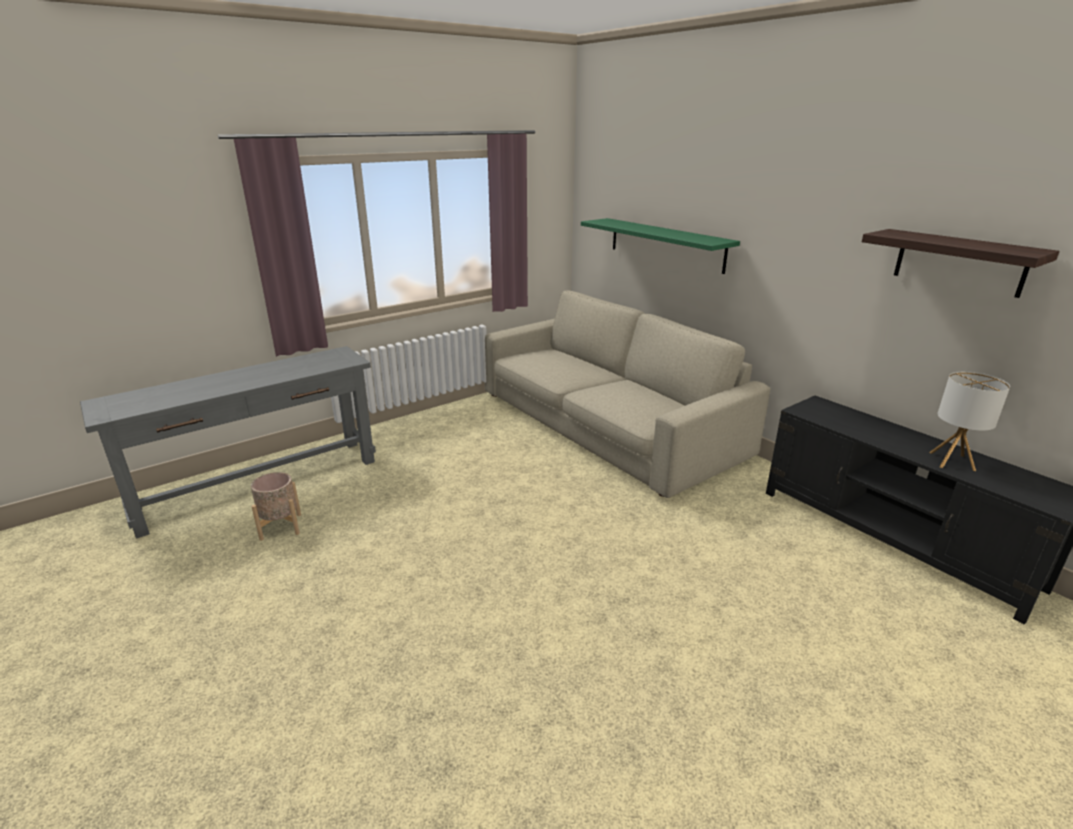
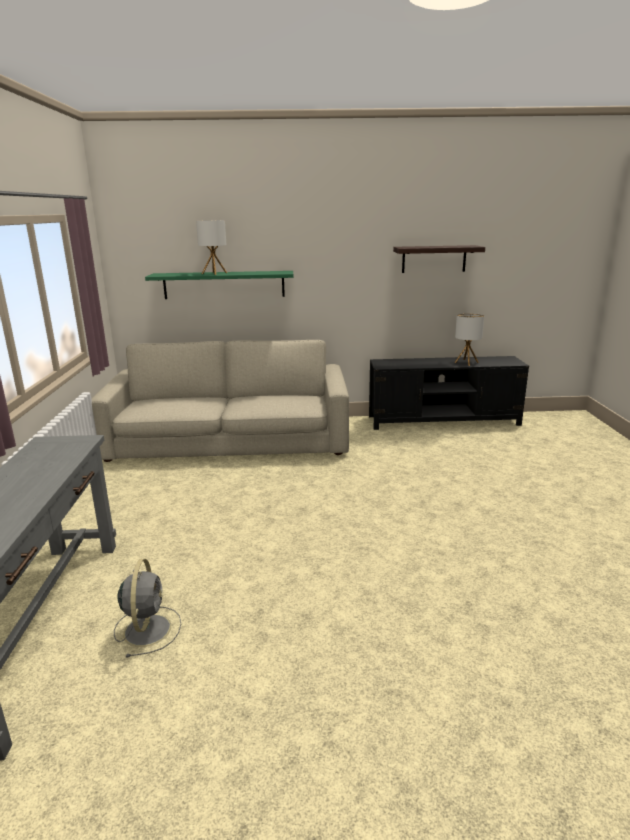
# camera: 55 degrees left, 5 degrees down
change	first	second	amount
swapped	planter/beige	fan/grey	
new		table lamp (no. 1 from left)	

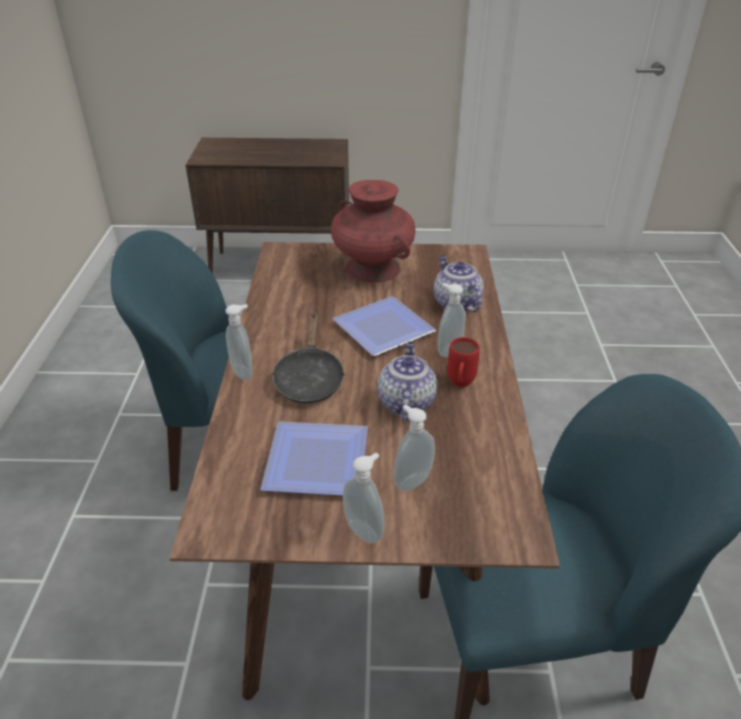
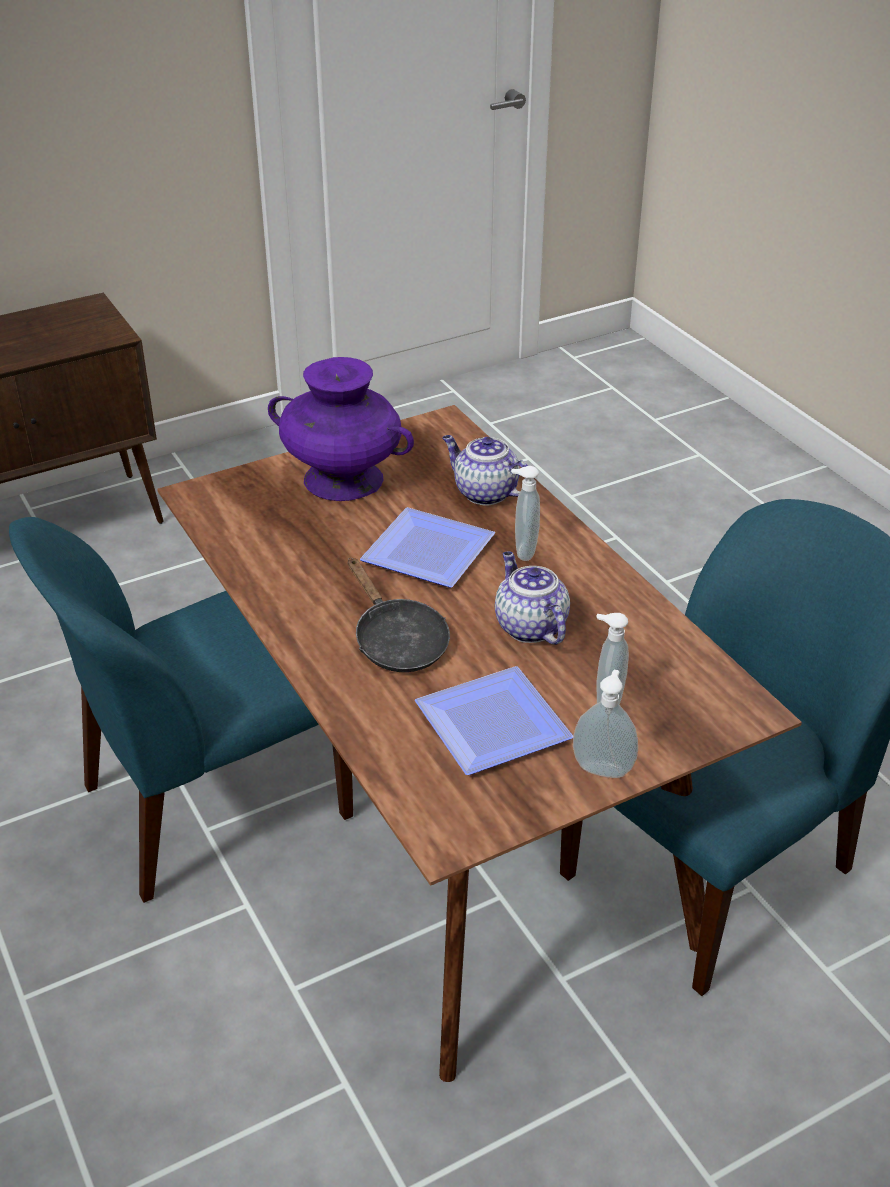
# camera: 30 degrees left, 0 degrees up
change	first	second	amount
repainted	vase/red	vase/purple	
gone	soap dispenser (no. 1 from left)		
gone	mug/red		

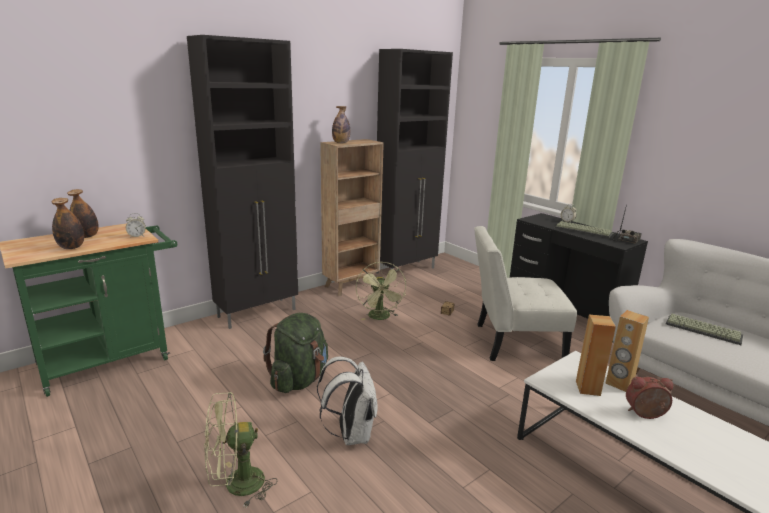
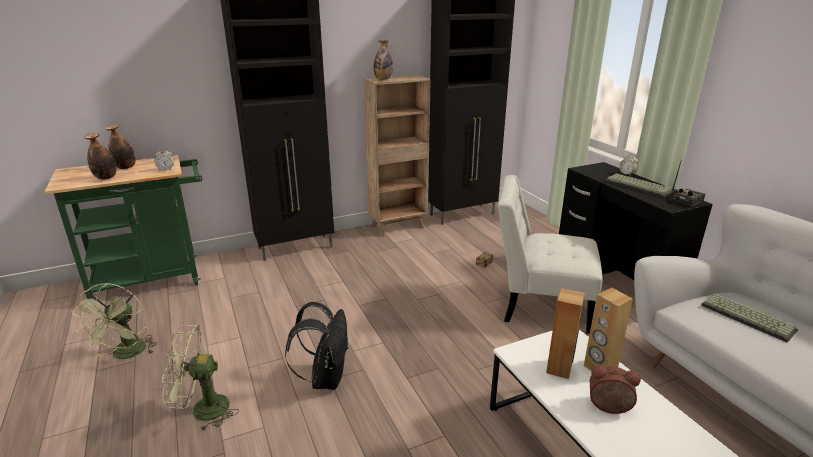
# camera: 15 degrees right, 5 degrees up
change	first	second	amount
shifted	fan/green (no. 2 from left in the first image)	fan/green (no. 1 from left)	
repainted	backpack/white	backpack/black	
gone	backpack/green		

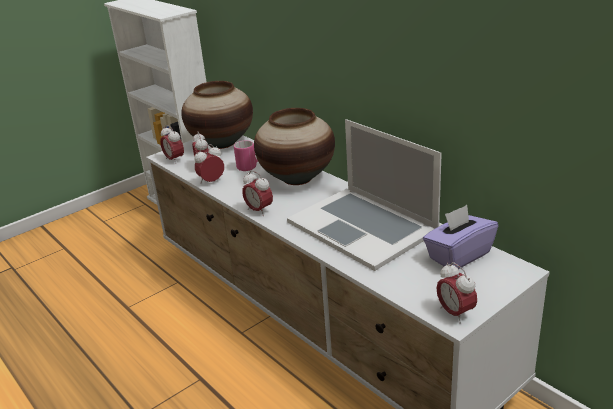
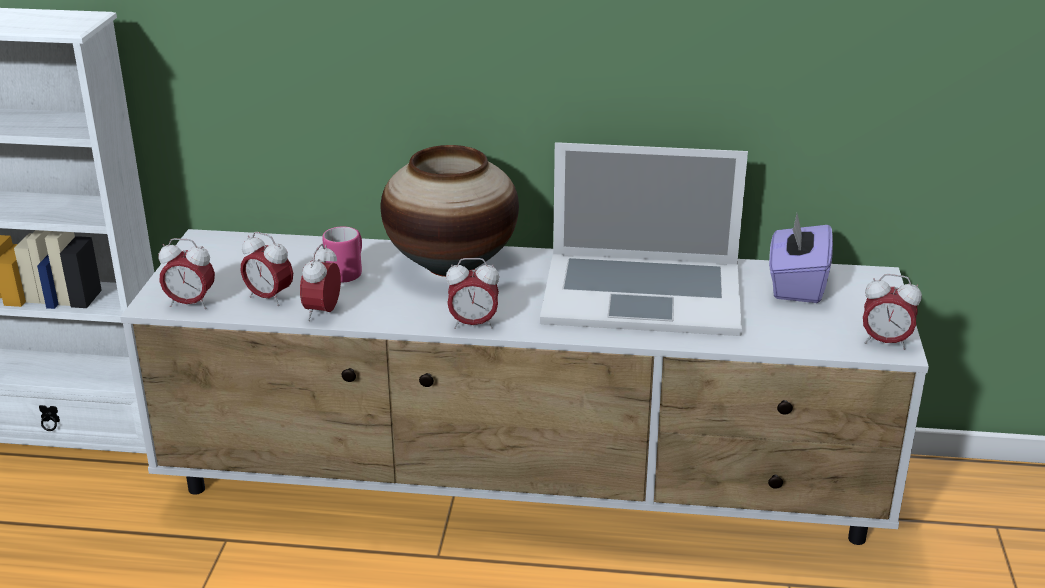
# camera: 45 degrees left, 0 degrees up
change	first	second	amount
gone	vase (no. 1 from left)		

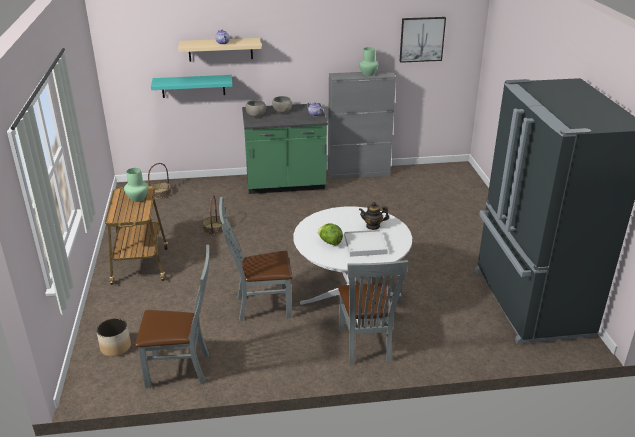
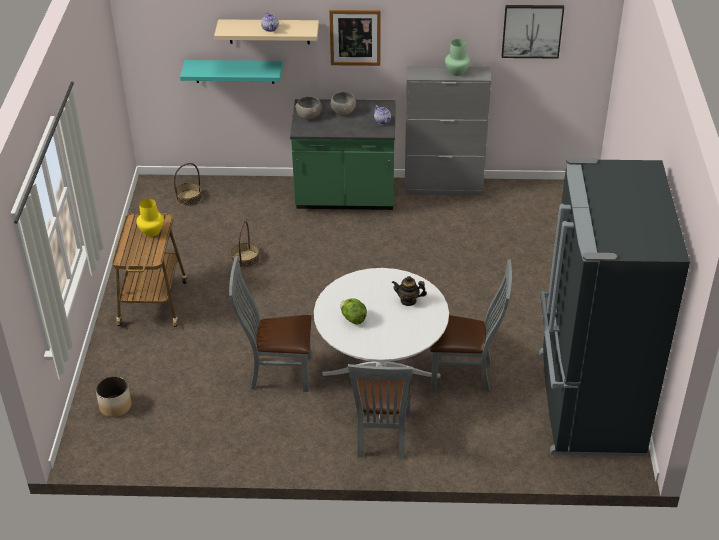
# camera: 10 degrees right, 10 degrees up
change	first	second	amount
repainted	vase/green (no. 1 from left)	vase/yellow	
new		picture (no. 1 from left)	
shifted	chair/grey (no. 1 from left in the first image)	chair/grey (no. 3 from left)	
gone	tray/white		

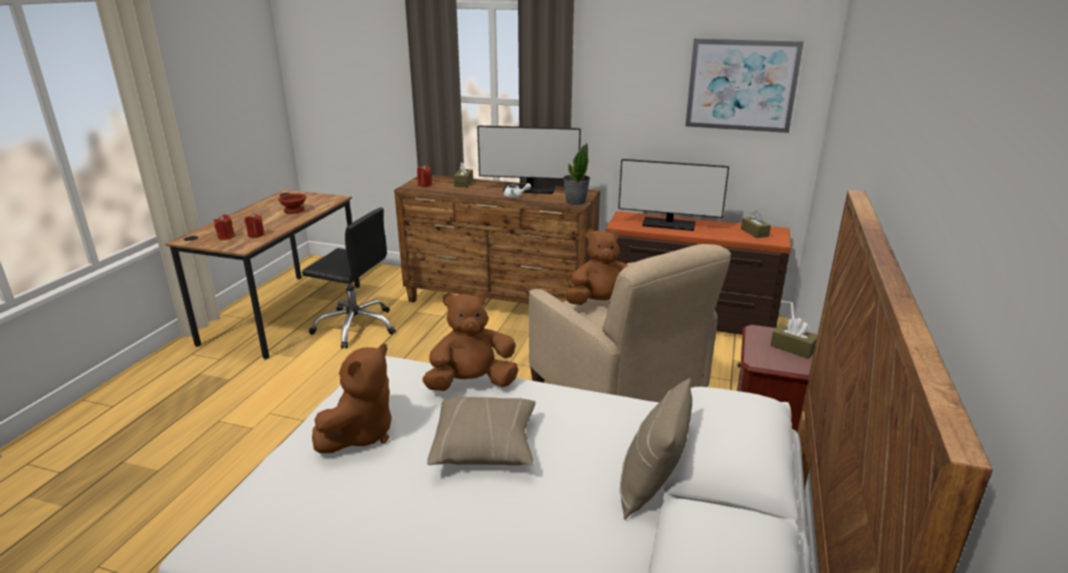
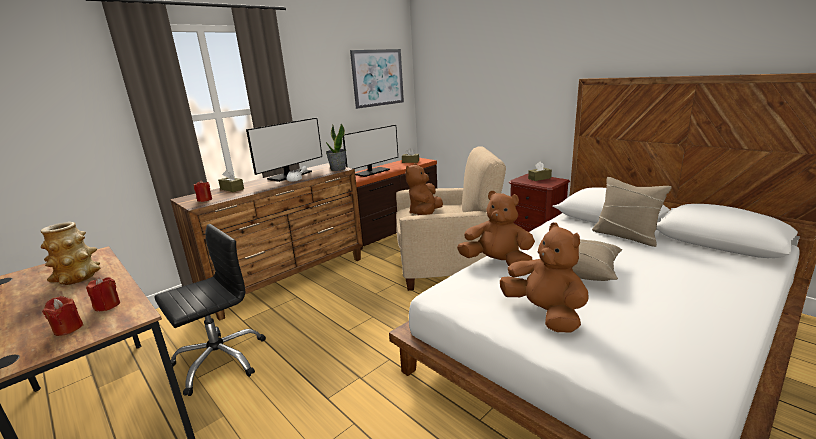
# camera: 60 degrees left, 5 degrees down
change	first	second	amount
swapped	bowl/brown	vase	
rotated	plush toy/brown (no. 2 from left)		105 degrees clockwise

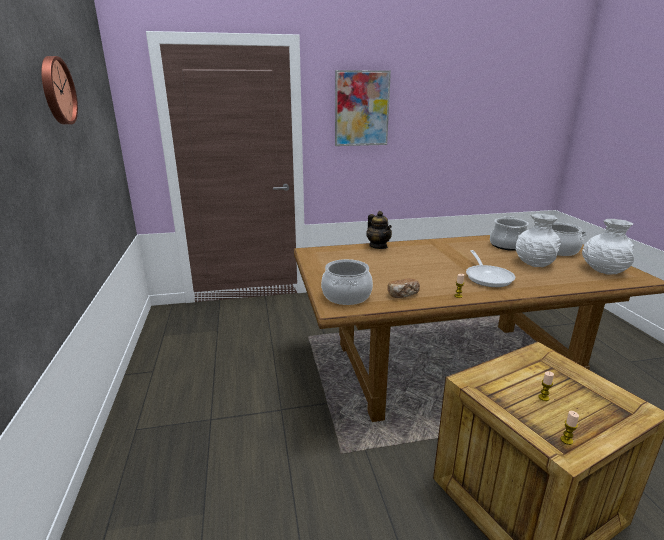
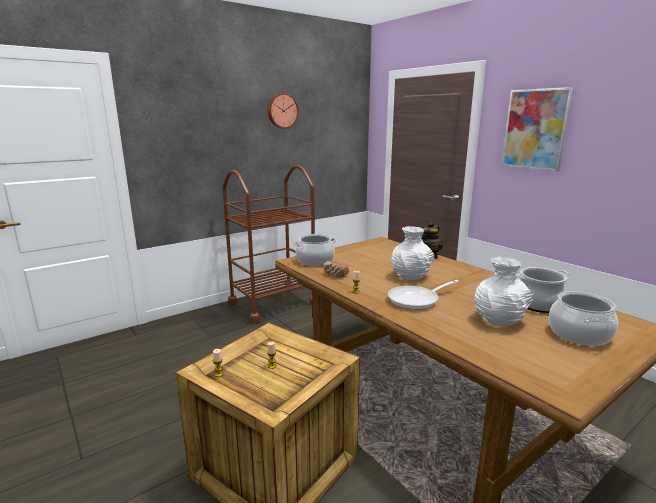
# camera: 65 degrees right, 5 degrees down
change	first	second	amount
new		cart/brown	
shifted	vase/white (no. 2 from left in the first image)	vase/white (no. 1 from left)	

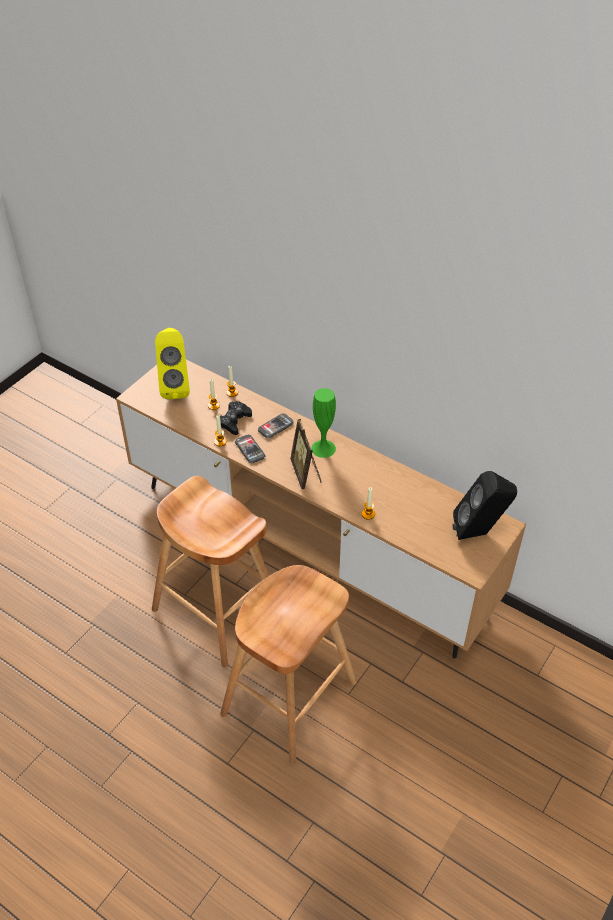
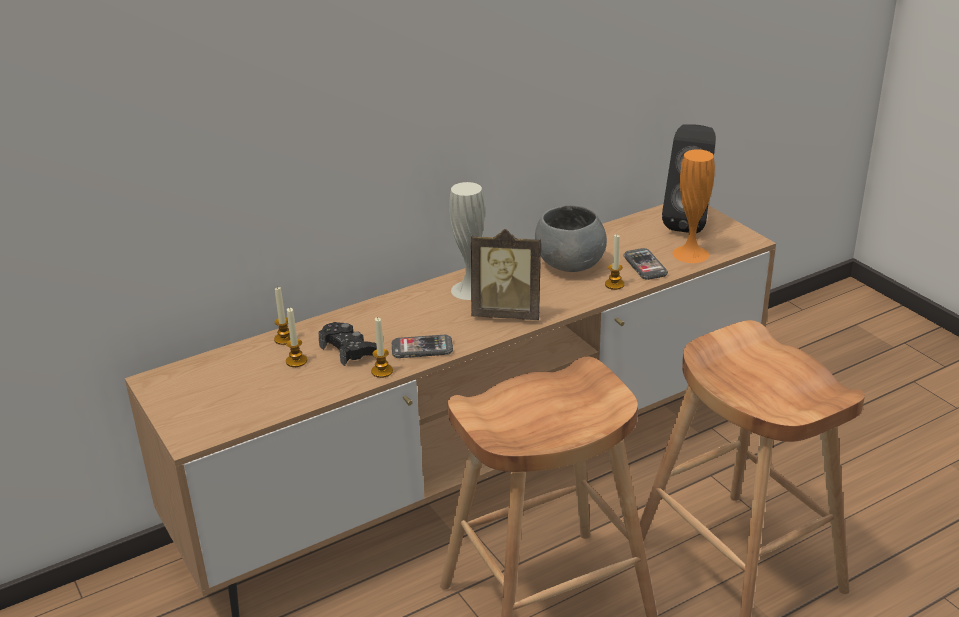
# camera: 65 degrees left, 15 degrees down
change	first	second	amount
repainted	vase/green	vase/white	
new		bowl/grey	
shifted	phone (no. 2 from left)		
new		vase/orange	
gone	speaker/yellow		

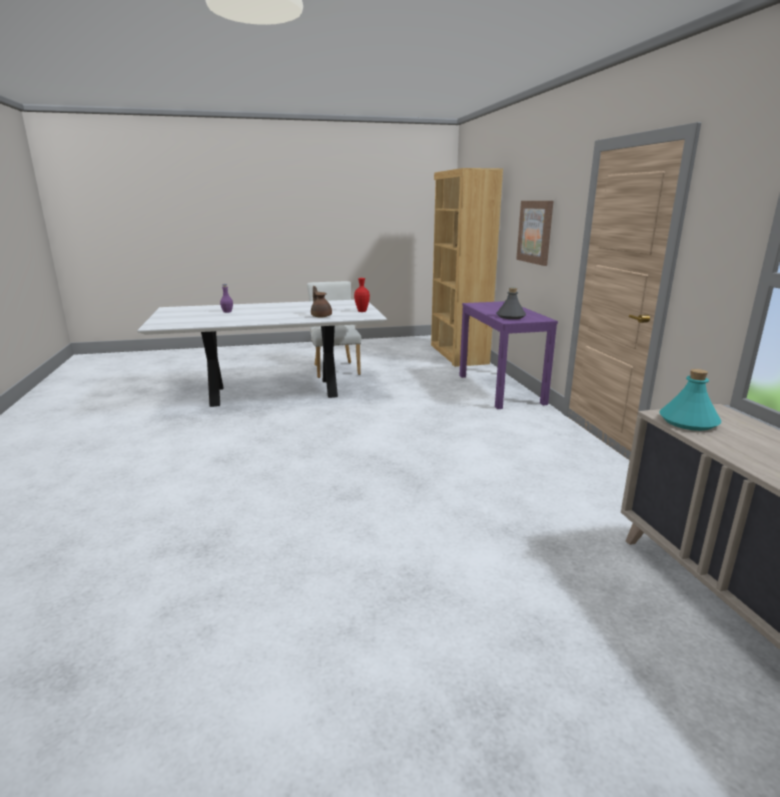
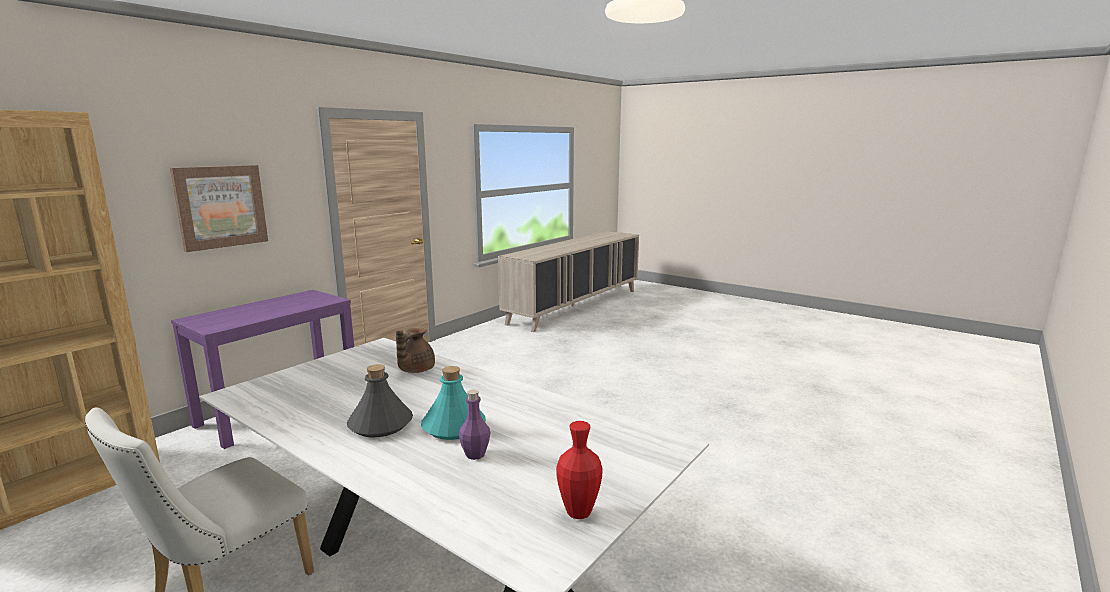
# camera: 130 degrees left, 5 degrees down
change	first	second	amount
shifted	bottle/grey		
shifted	bottle/turquoise		
shifted	vase/red		

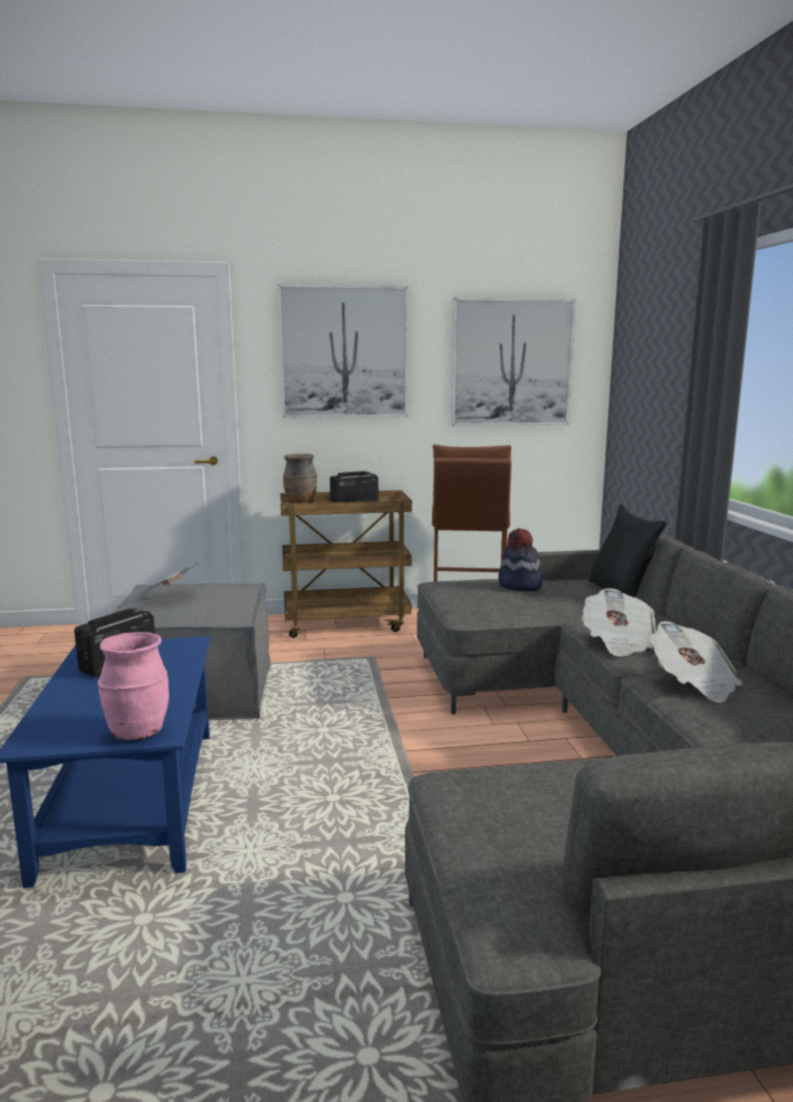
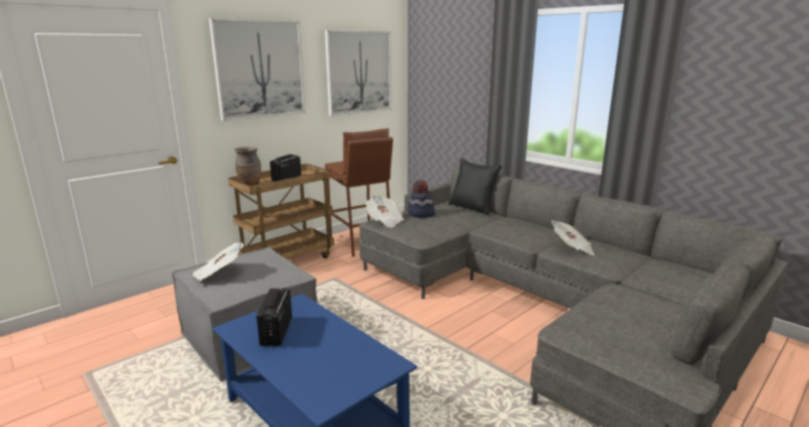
# camera: 35 degrees left, 5 degrees up
change	first	second	amount
shifted	newspaper (no. 2 from left)		
gone	vase/pink		

